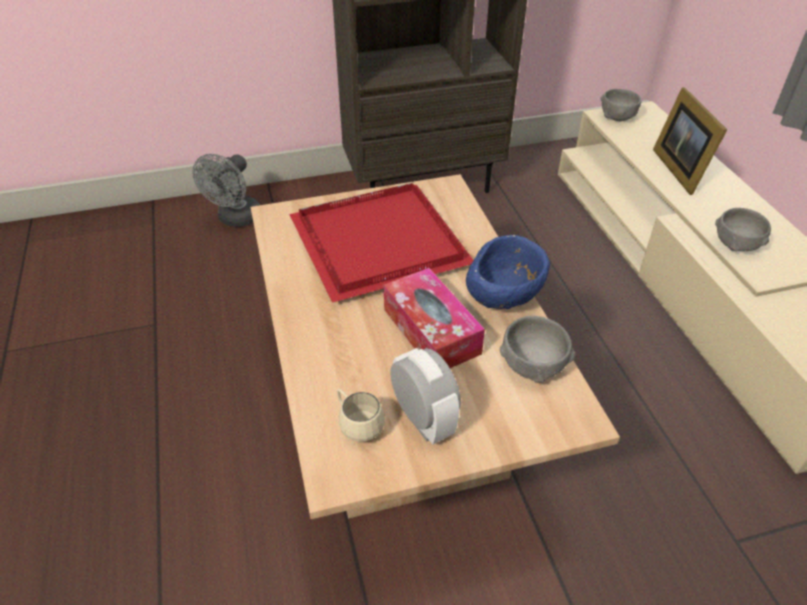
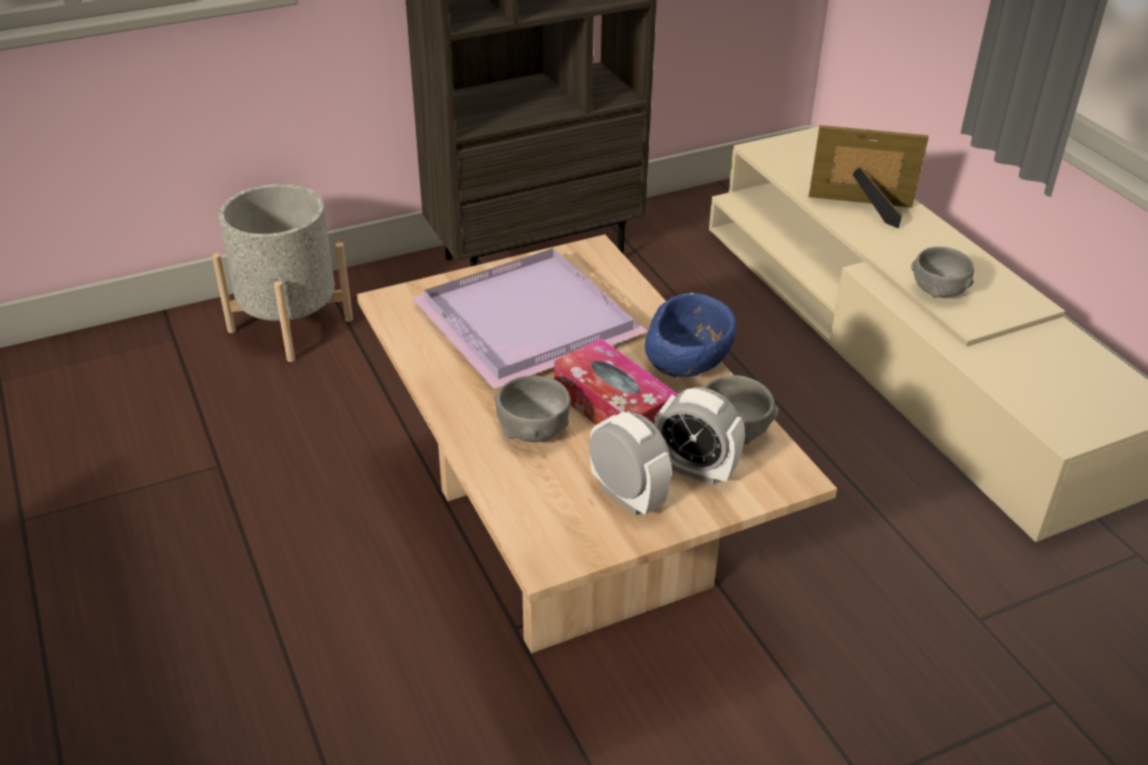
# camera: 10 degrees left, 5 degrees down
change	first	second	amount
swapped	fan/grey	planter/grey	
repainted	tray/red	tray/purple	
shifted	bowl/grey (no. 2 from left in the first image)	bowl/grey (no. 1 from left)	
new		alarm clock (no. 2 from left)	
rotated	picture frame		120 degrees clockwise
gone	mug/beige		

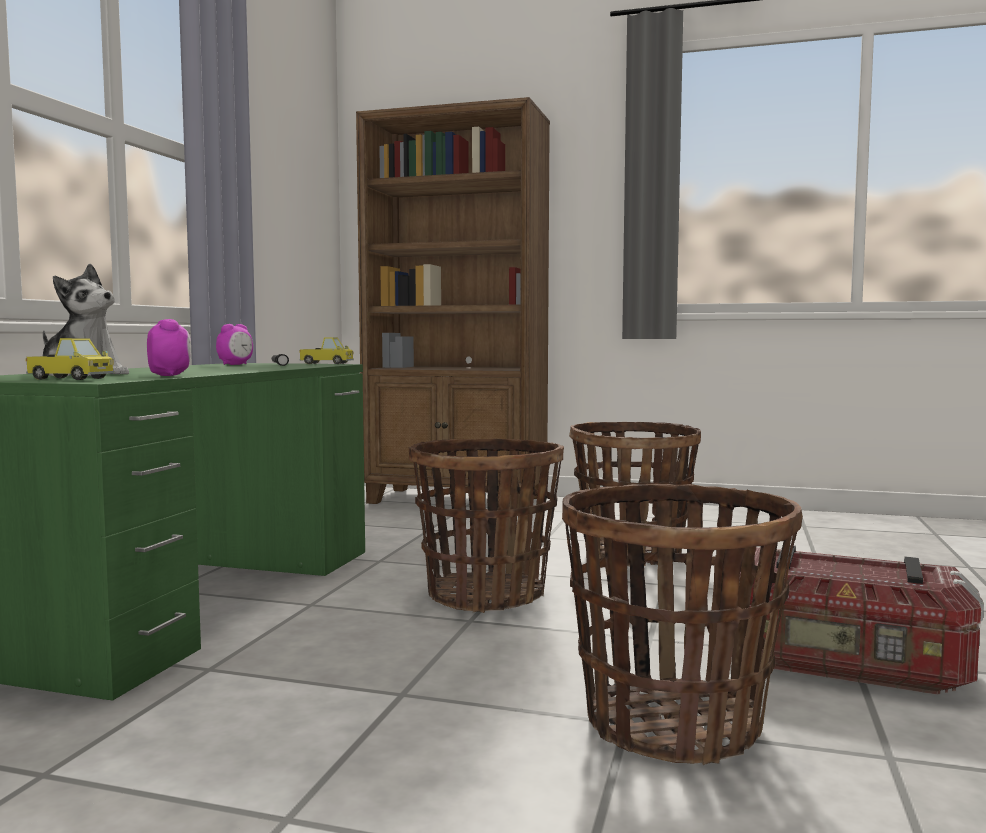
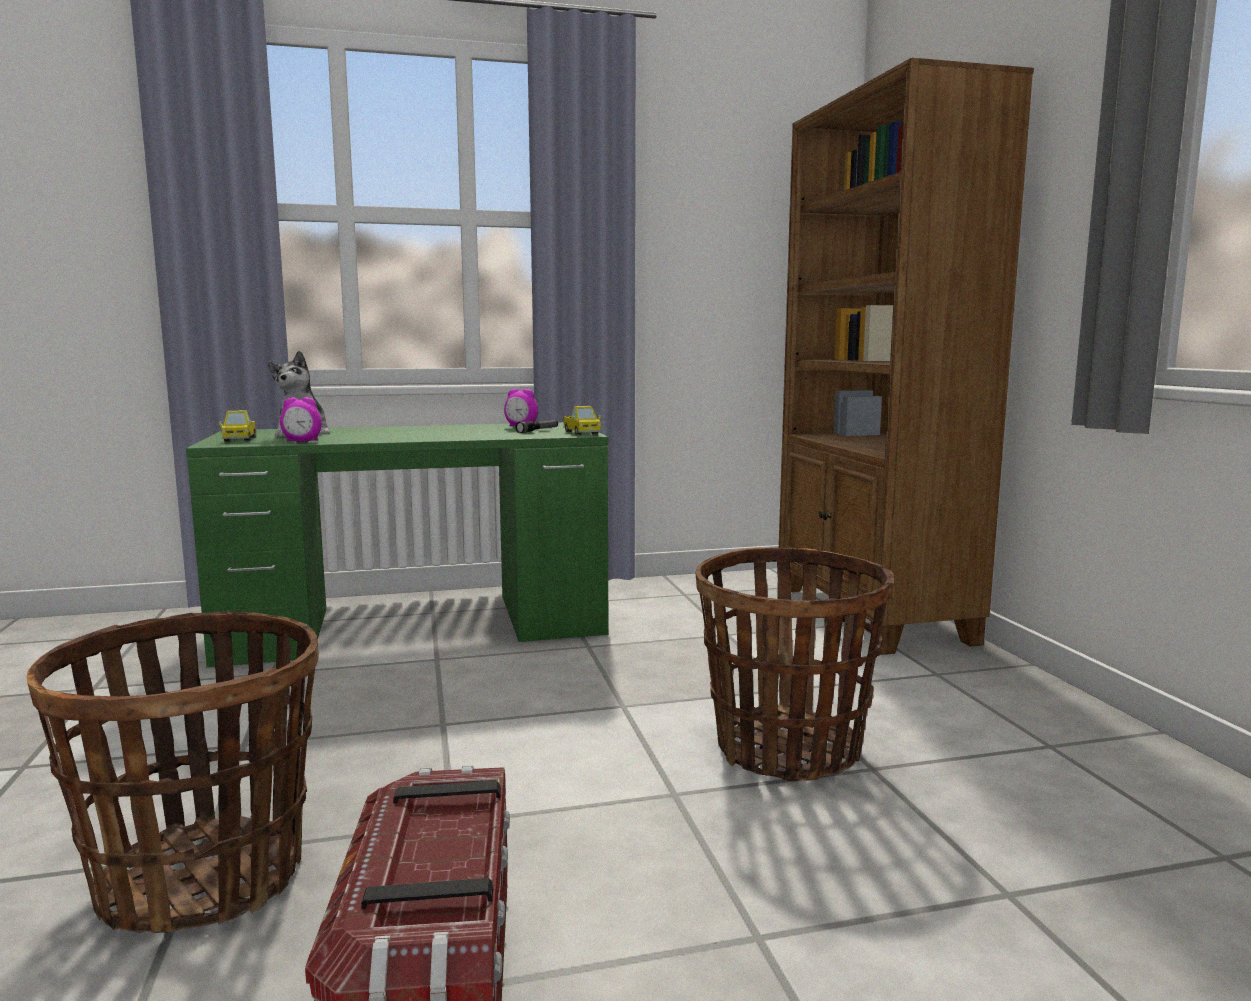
# camera: 60 degrees right, 5 degrees up
change	first	second	amount
rotated	alarm clock (no. 1 from left)		45 degrees clockwise
gone	basket (no. 1 from left)		

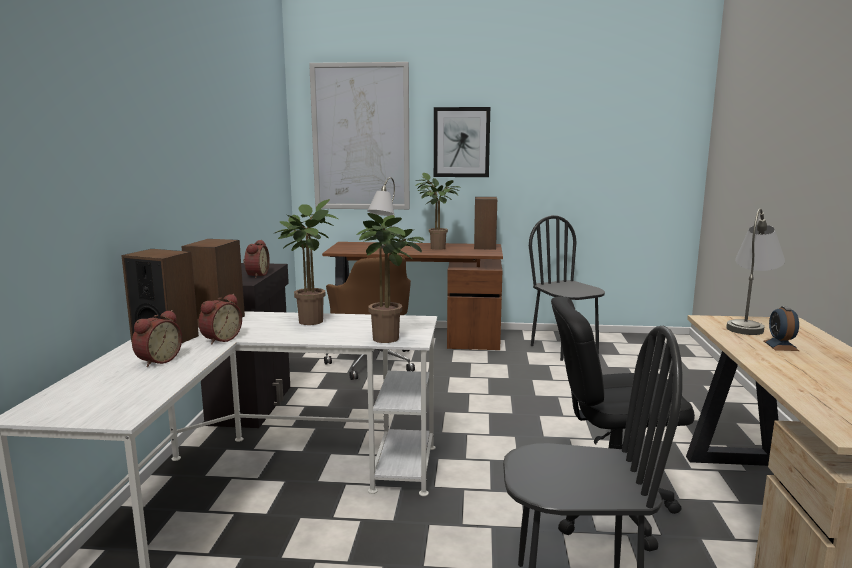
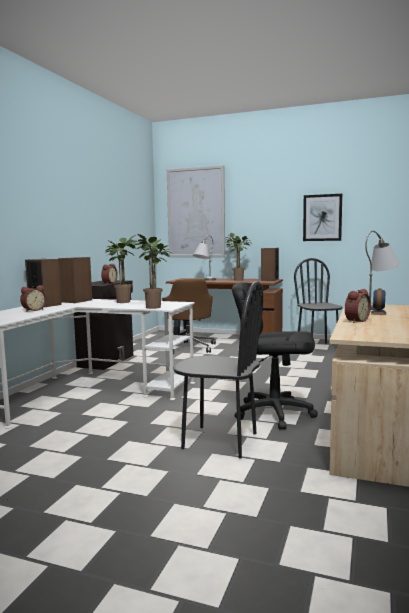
# camera: 15 degrees right, 5 degrees down
change	first	second	amount
shifted	picture (no. 2 from left)		
shifted	alarm clock (no. 2 from left in the first image)	alarm clock (no. 3 from left)	

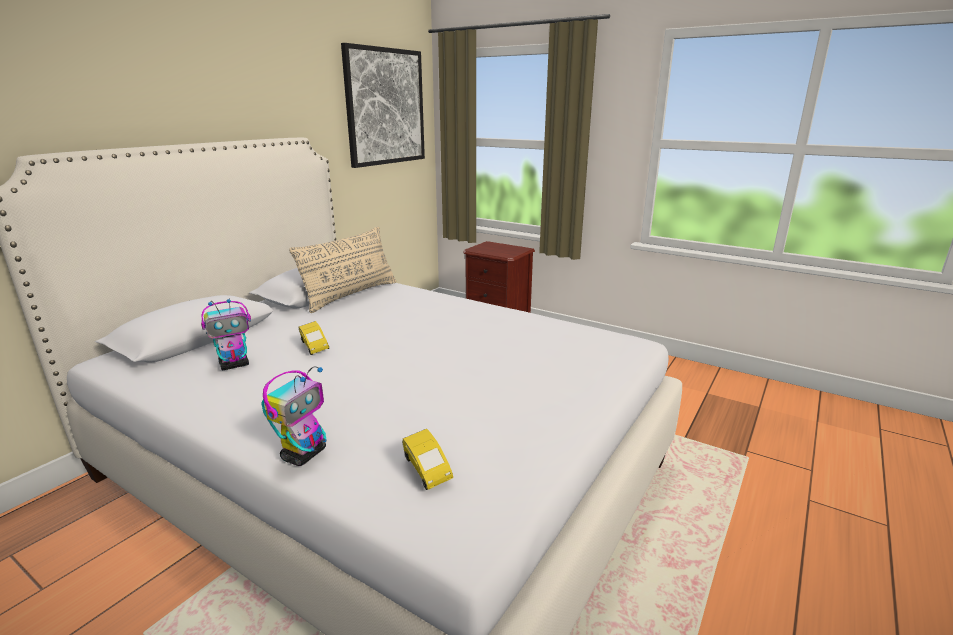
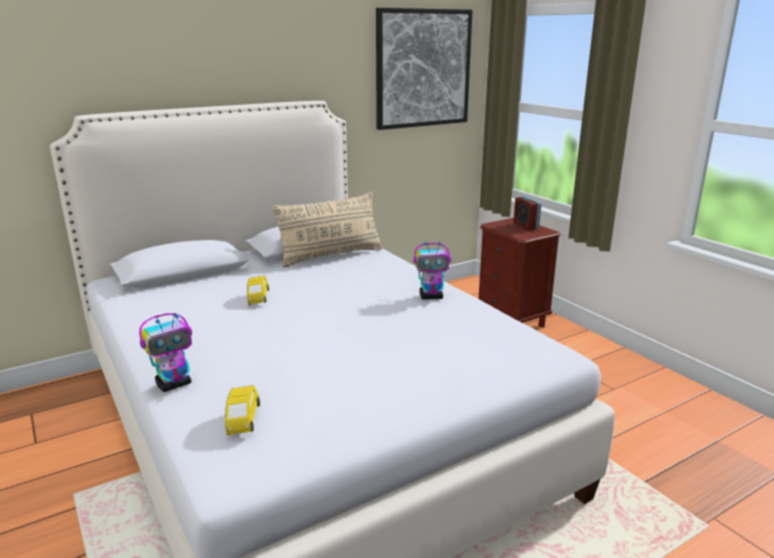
# camera: 25 degrees right, 0 degrees up
change	first	second	amount
shifted	toy robot (no. 1 from left in the first image)	toy robot (no. 2 from left)	
new		alarm clock	

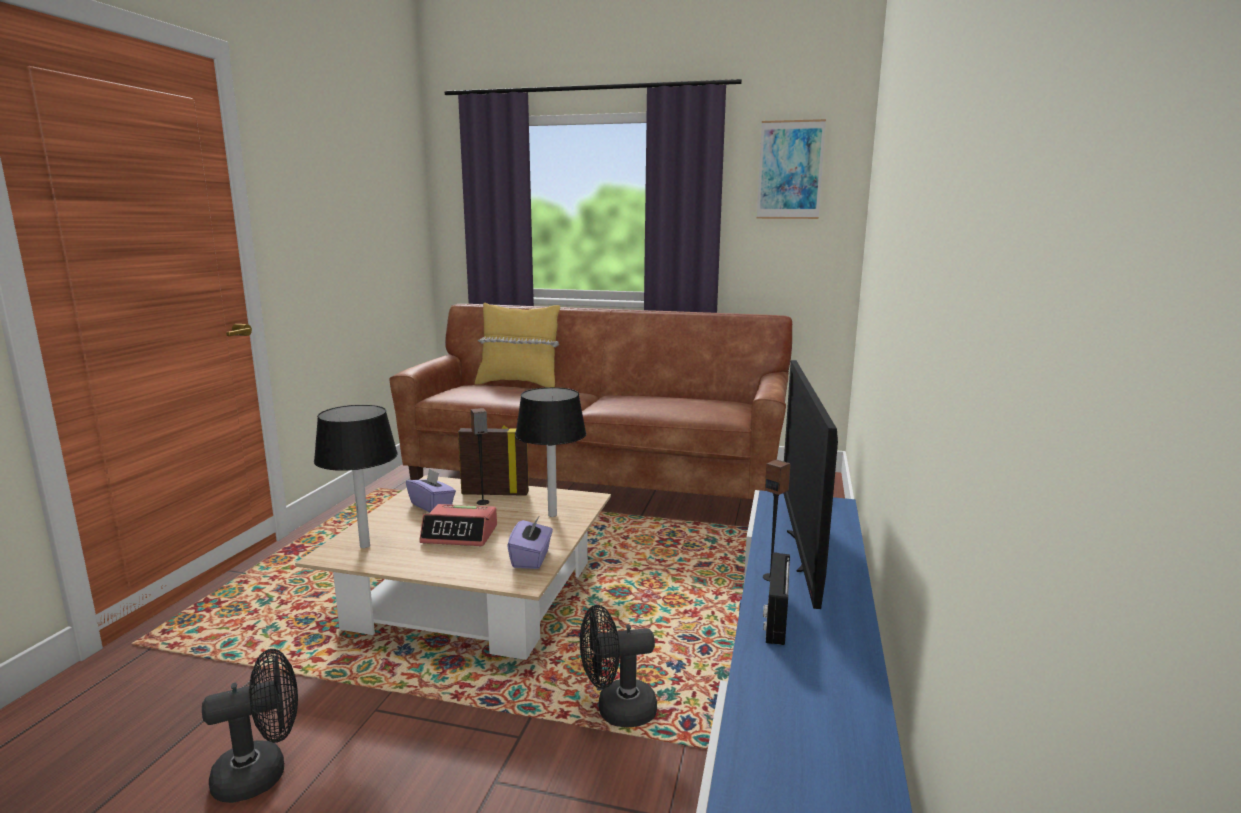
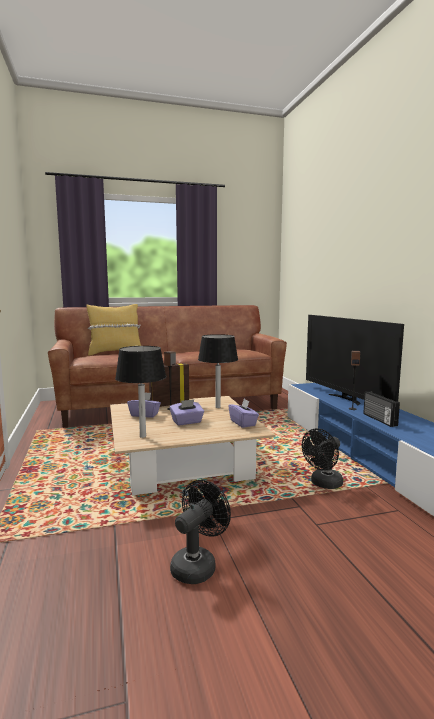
# camera: 30 degrees left, 5 degrees down
change	first	second	amount
swapped	alarm clock	tissue box/purple (no. 2 from left)	
gone	picture		

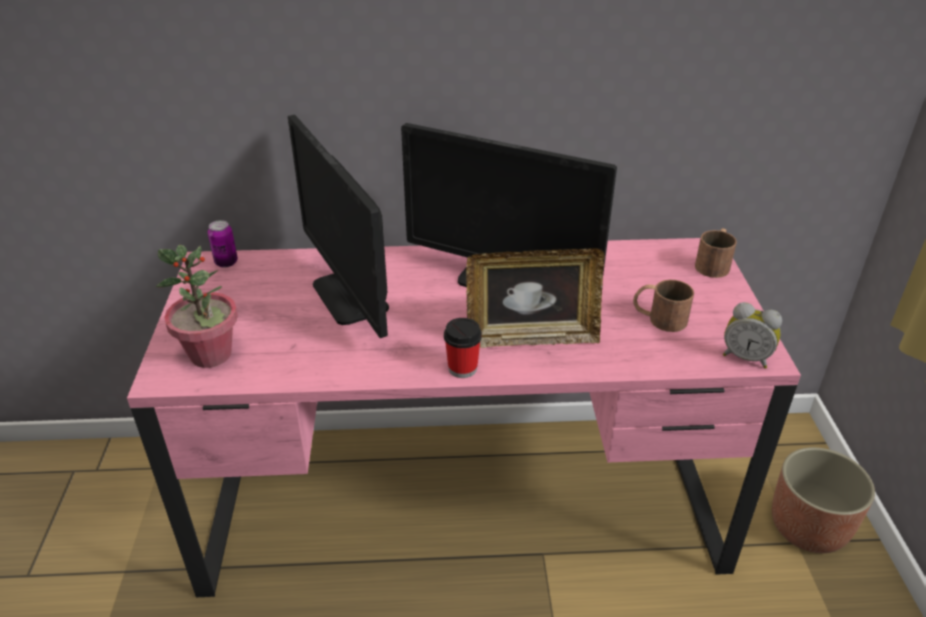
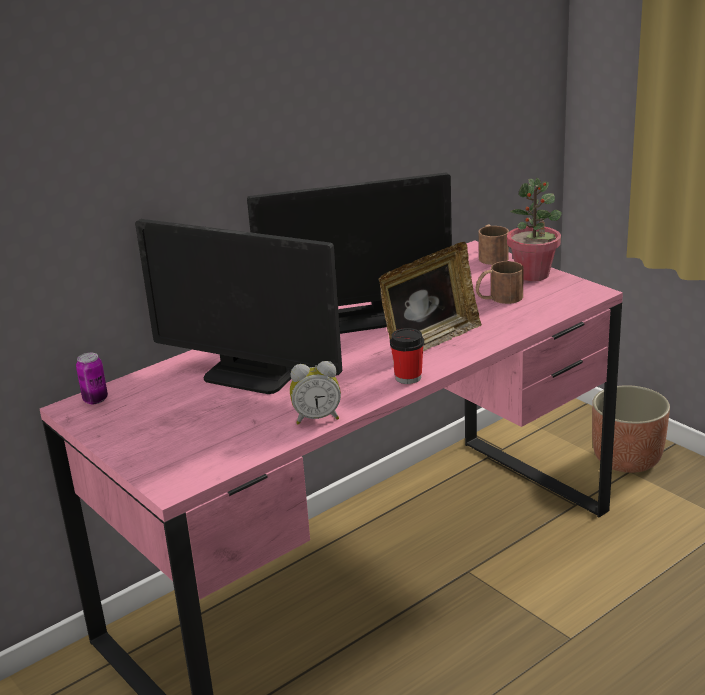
# camera: 35 degrees left, 10 degrees down
change	first	second	amount
shifted	alarm clock		
shifted	potted plant		

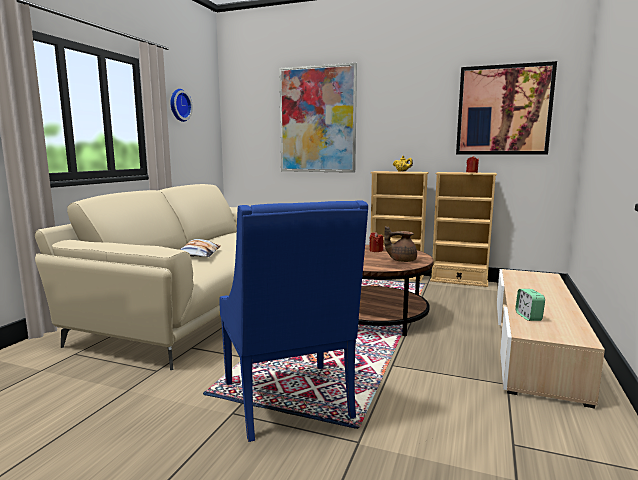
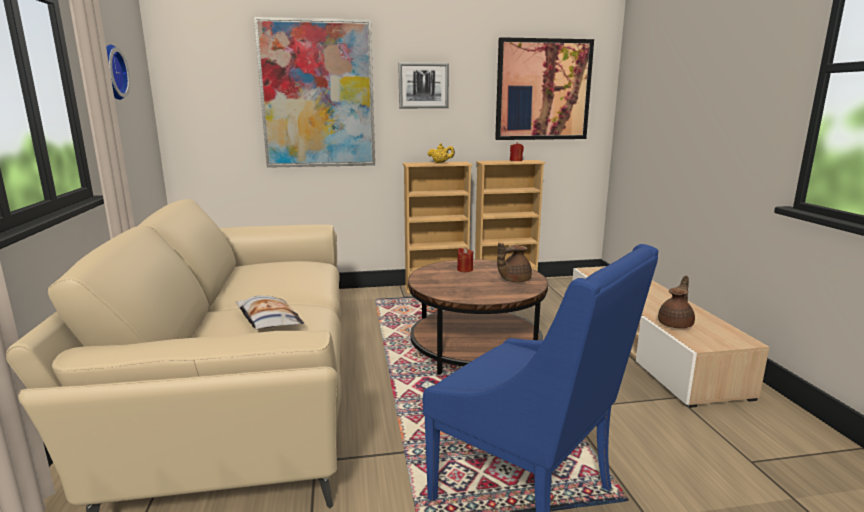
# camera: 30 degrees left, 5 degrees up
change	first	second	amount
new		picture (no. 2 from left)	
swapped	alarm clock	teapot/brown (no. 2 from left)	

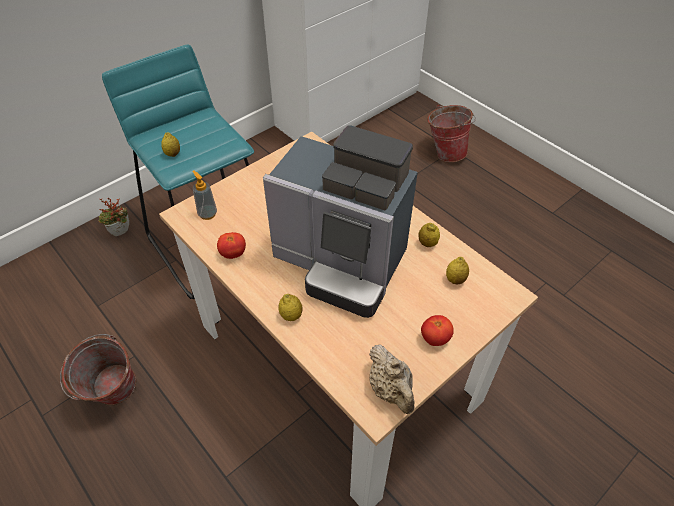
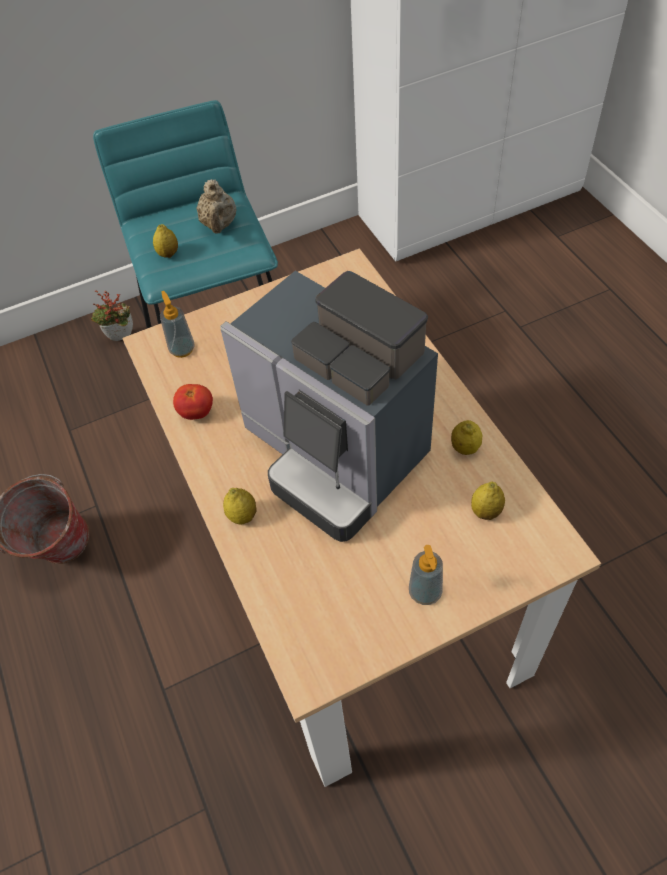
# camera: 20 degrees right, 5 degrees up
change	first	second	amount
shifted	teapot/beige		
swapped	tomato (no. 2 from left)	soap dispenser (no. 2 from left)	
gone	bucket (no. 2 from left)		

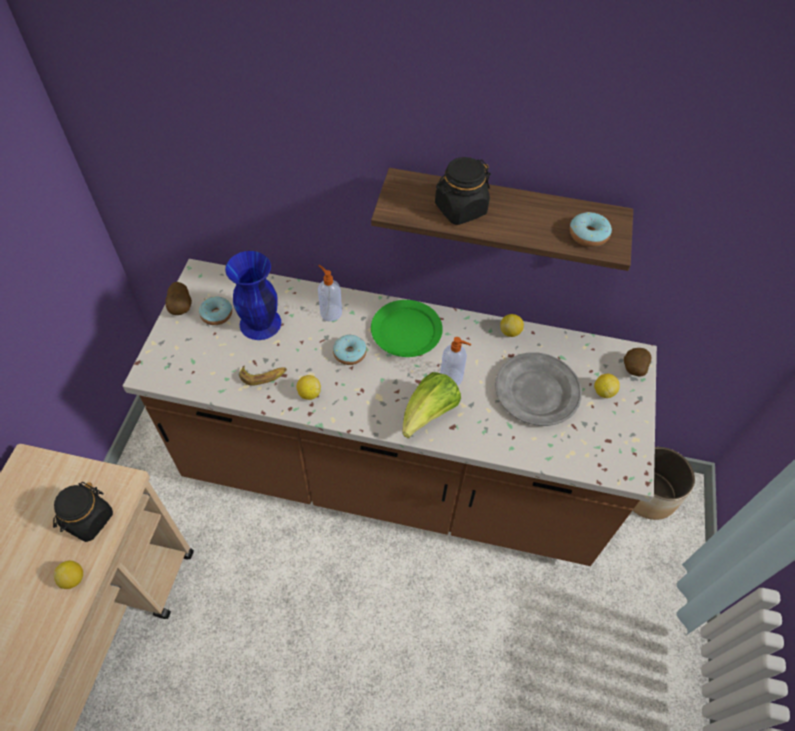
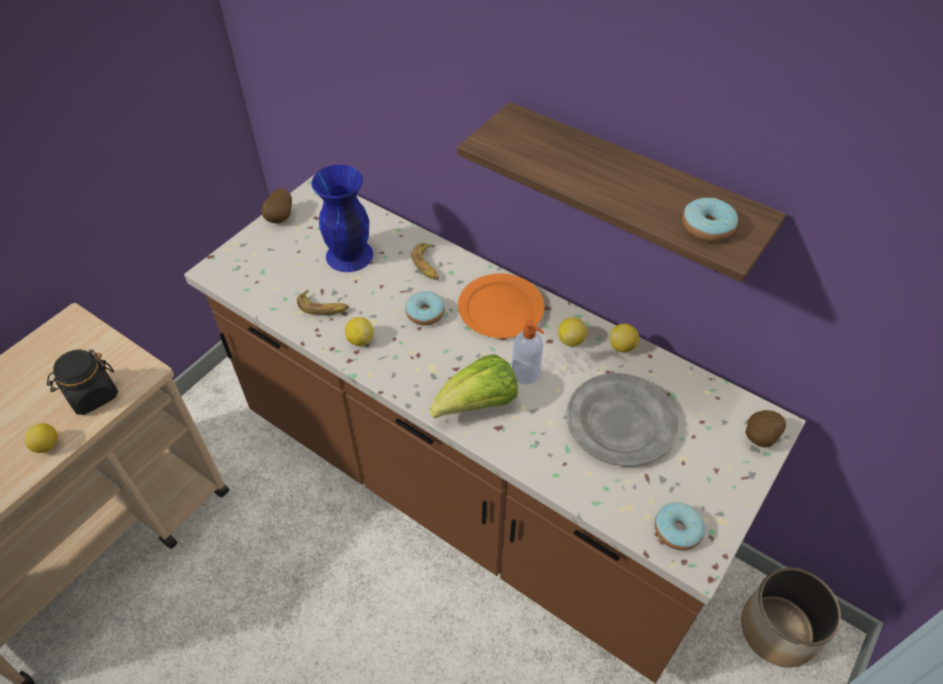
# camera: 25 degrees right, 5 degrees down
change	first	second	amount
swapped	soap dispenser (no. 1 from left)	banana (no. 2 from left)	
repainted	plate/green	plate/orange	
shifted	lemon (no. 4 from left in the first image)	lemon (no. 3 from left)	
shifted	donut (no. 1 from left in the first image)	donut (no. 2 from left)	
gone	jar/black (no. 2 from left)		

